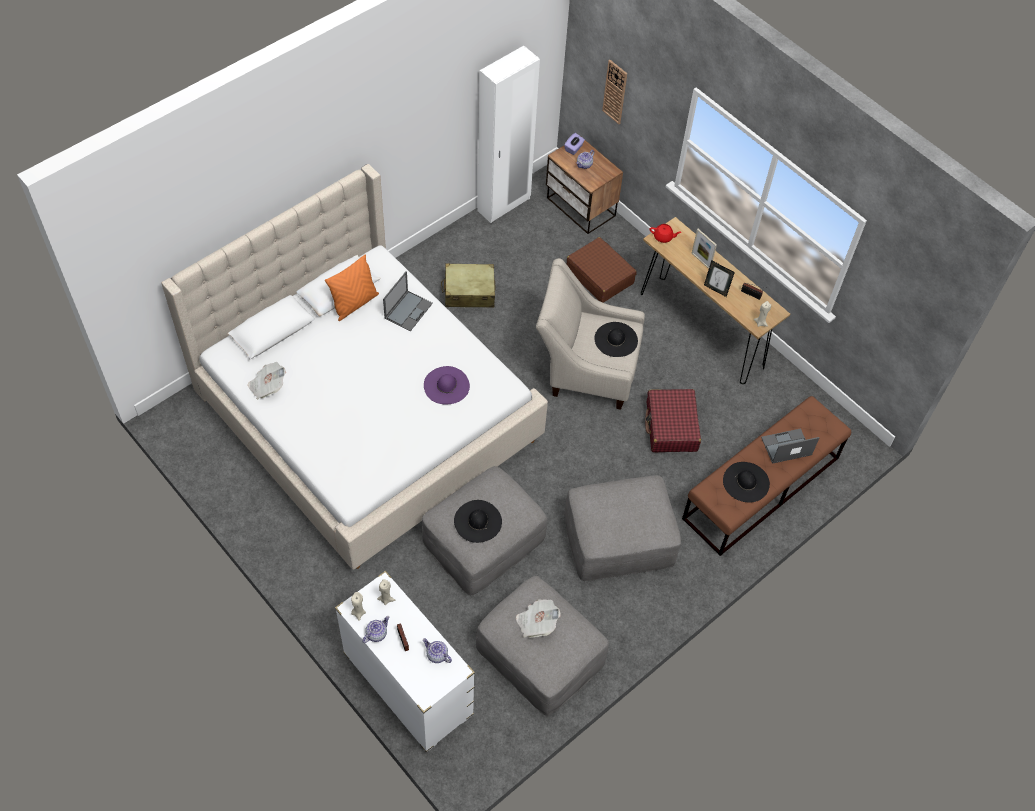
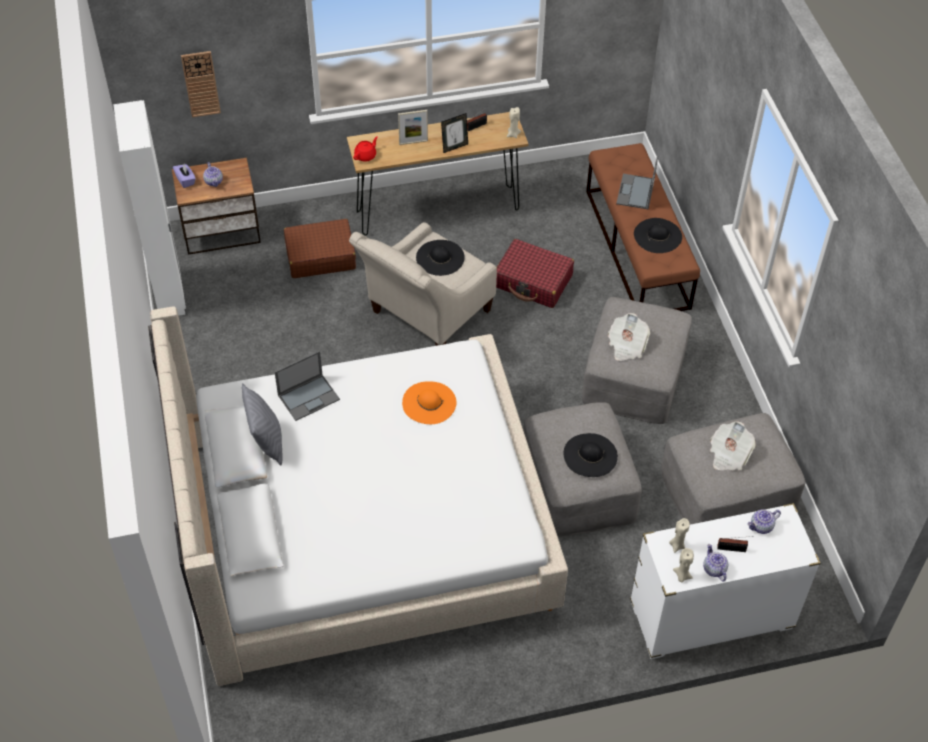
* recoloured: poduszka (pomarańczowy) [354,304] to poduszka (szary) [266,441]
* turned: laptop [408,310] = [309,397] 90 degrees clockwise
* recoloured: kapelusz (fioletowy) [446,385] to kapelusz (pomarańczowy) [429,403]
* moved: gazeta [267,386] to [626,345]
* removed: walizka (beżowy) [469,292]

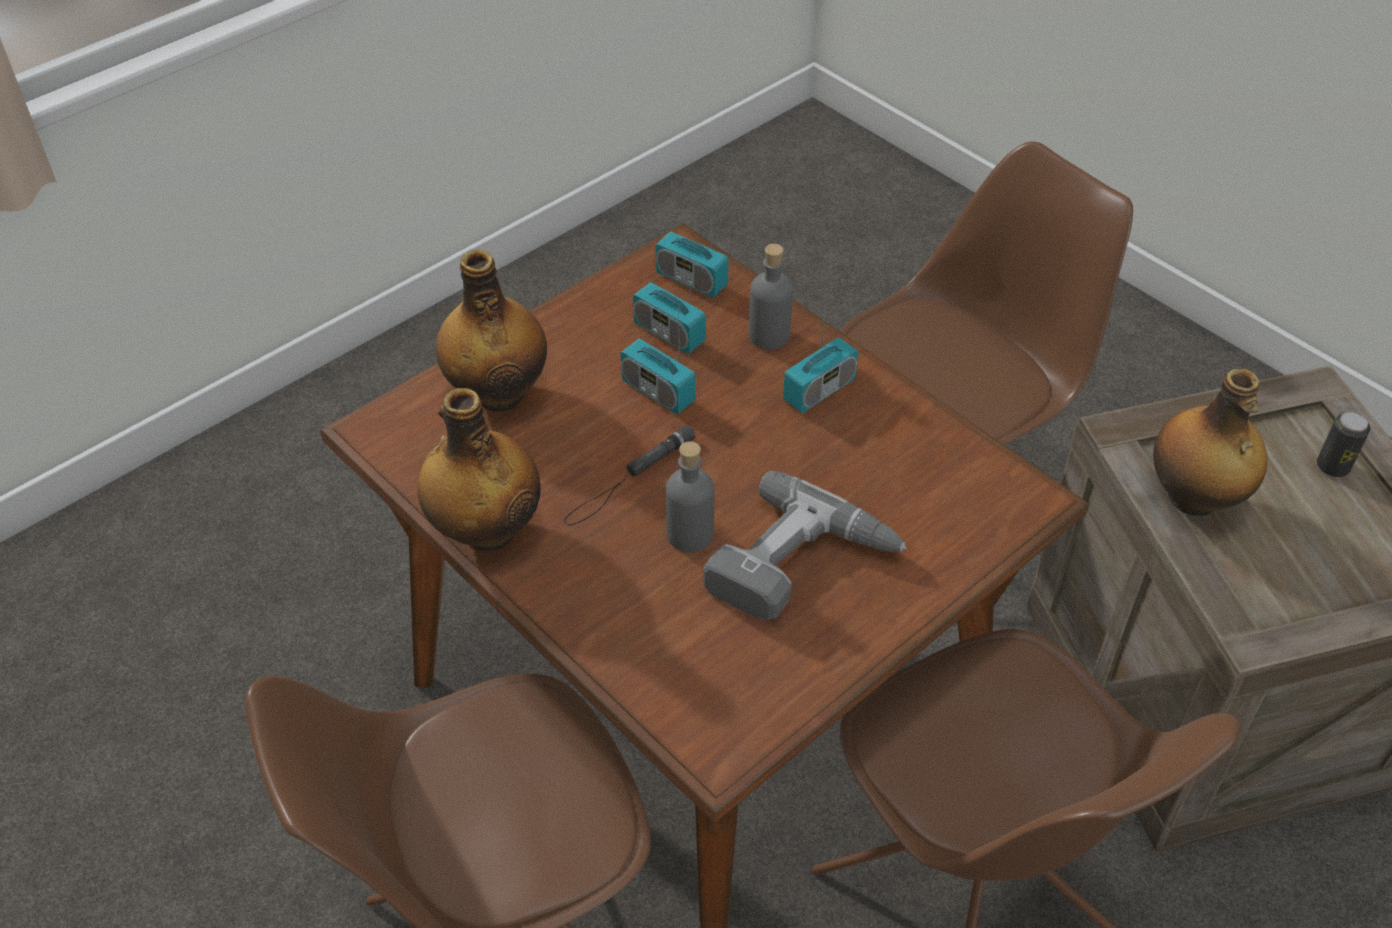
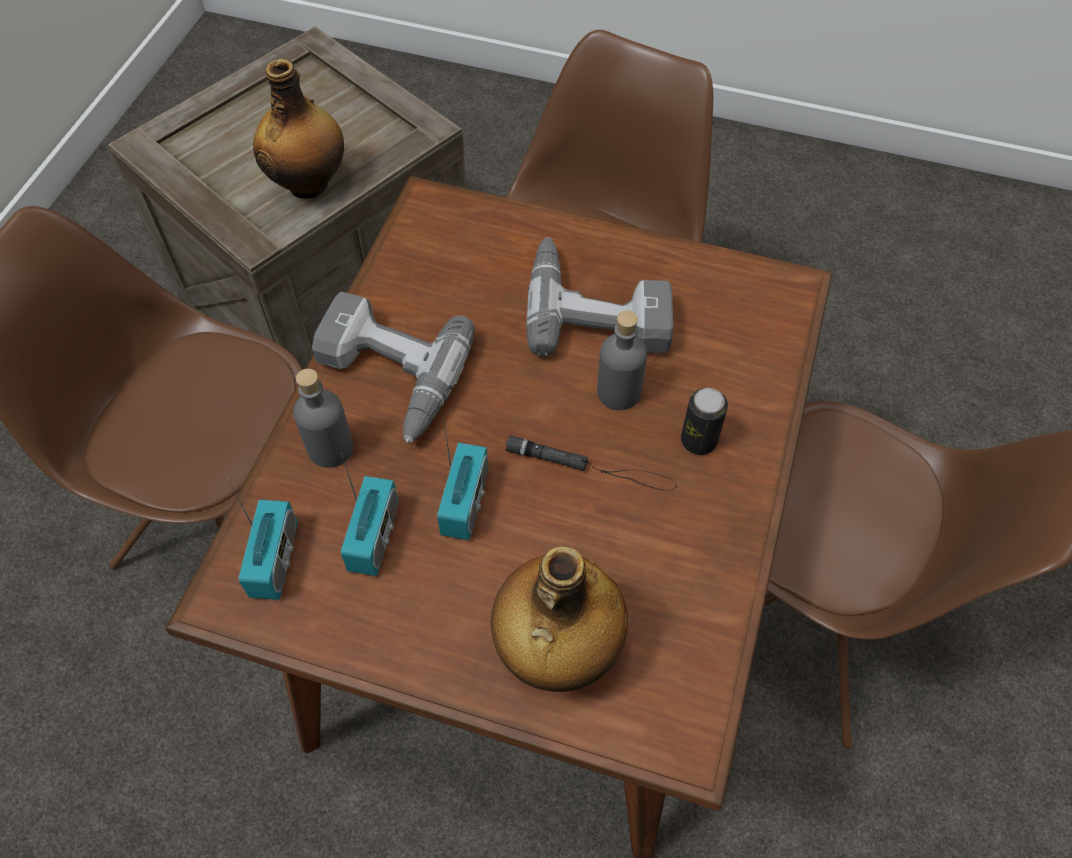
* replaced: radio [819,390] to wiertarka [387,377]
* moved: puszka [1332,466] to [698,440]
* removed: butelka [486,530]

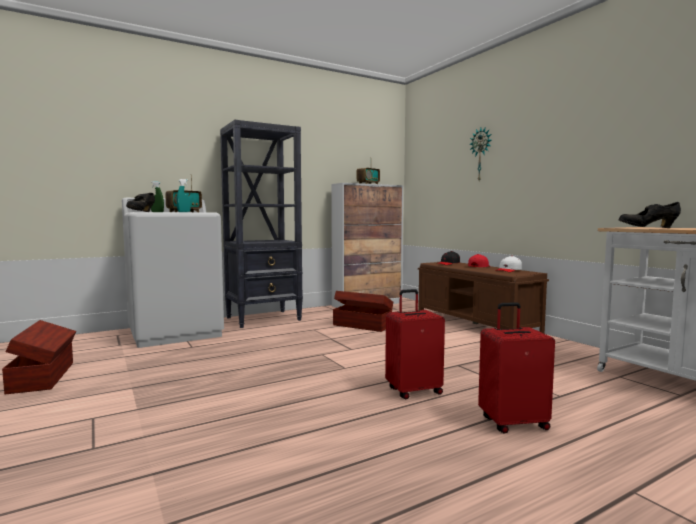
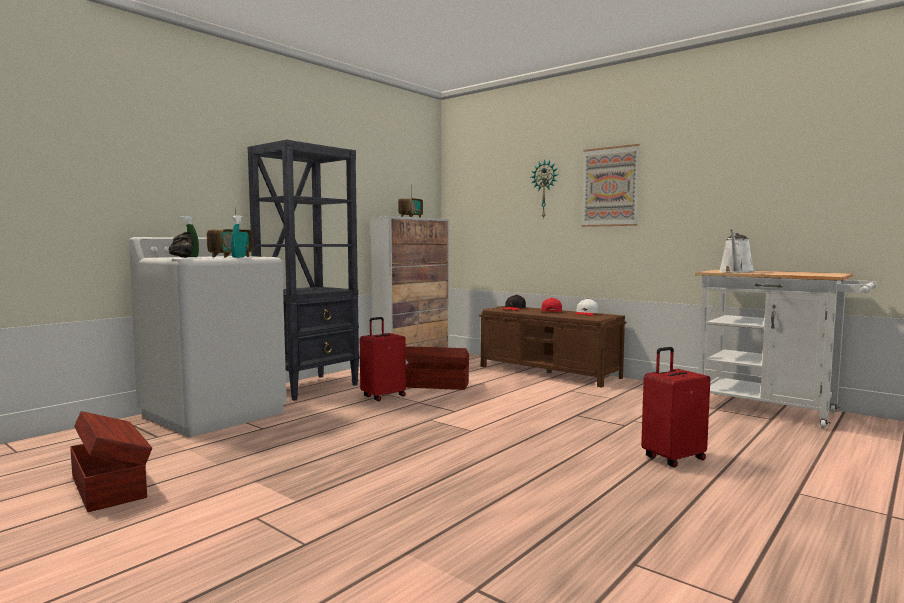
* moved: walizka (czerwony) [413,391] to [383,396]
* added: obraz [610,187]
* replaced: but (czarny) [647,228] to konewka (biały) [736,272]

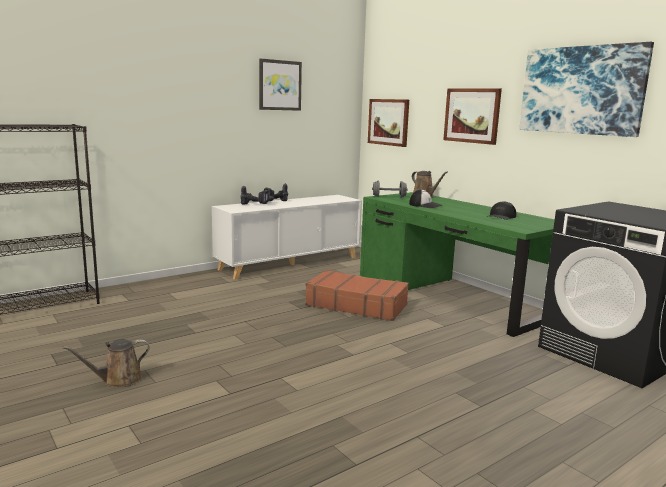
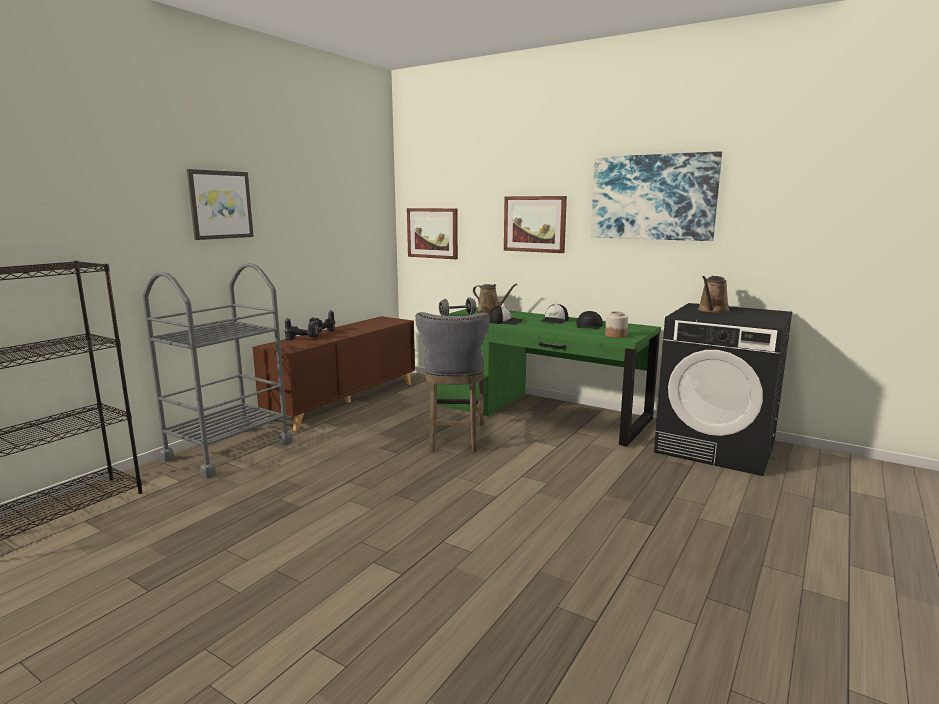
* added: wózek (szary) [228,451]
* moved: obraz [279,85] to [220,205]
* recoloured: szafka (biały) [290,263] to szafka (brązowy) [345,401]
* replaced: walizka (brązowy) [356,305] to stołek (szary) [455,439]
* added: czapka z daszkiem [554,321]
* added: słoik [616,335]
* moved: konewka (brązowy) [118,380] to [712,310]

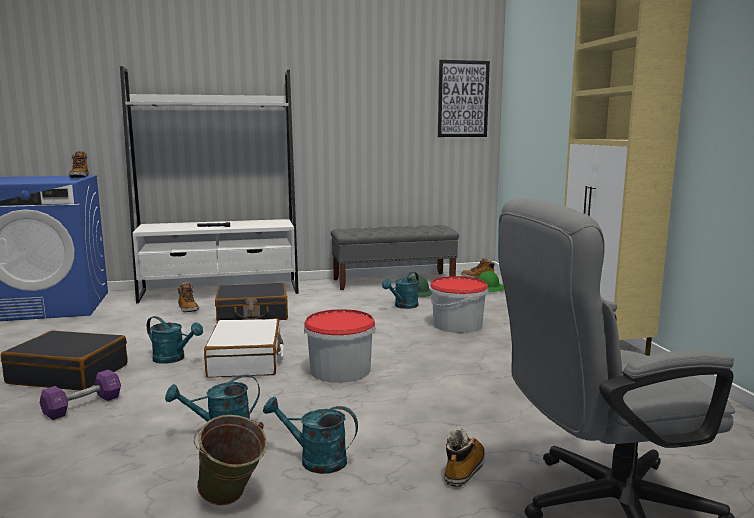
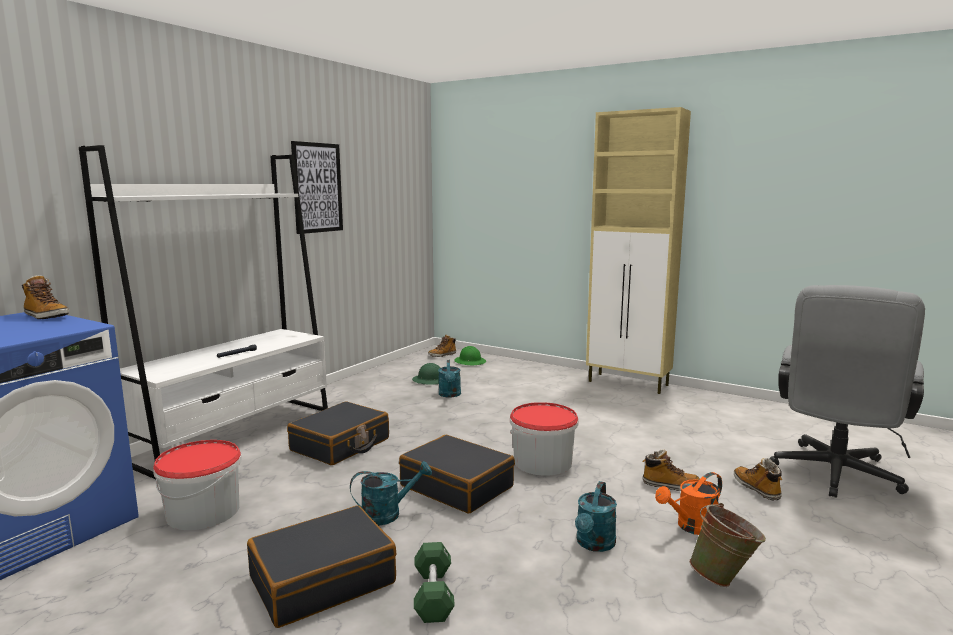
* moved: wiadro [457,324] to [203,511]
* moved: obraz [463,99] to [317,188]
* recoloured: walizka (biały) [246,361] to walizka (czarny) [457,486]
* recoloured: hantel (fioletowy) [83,406] to hantel (zielony) [433,594]
* moved: but z cholewką [188,309] to [670,485]
* recoloured: konewka (turkusowy) [315,460] to konewka (pomarańczowy) [691,527]
* removed: ławka (szary) [394,281]

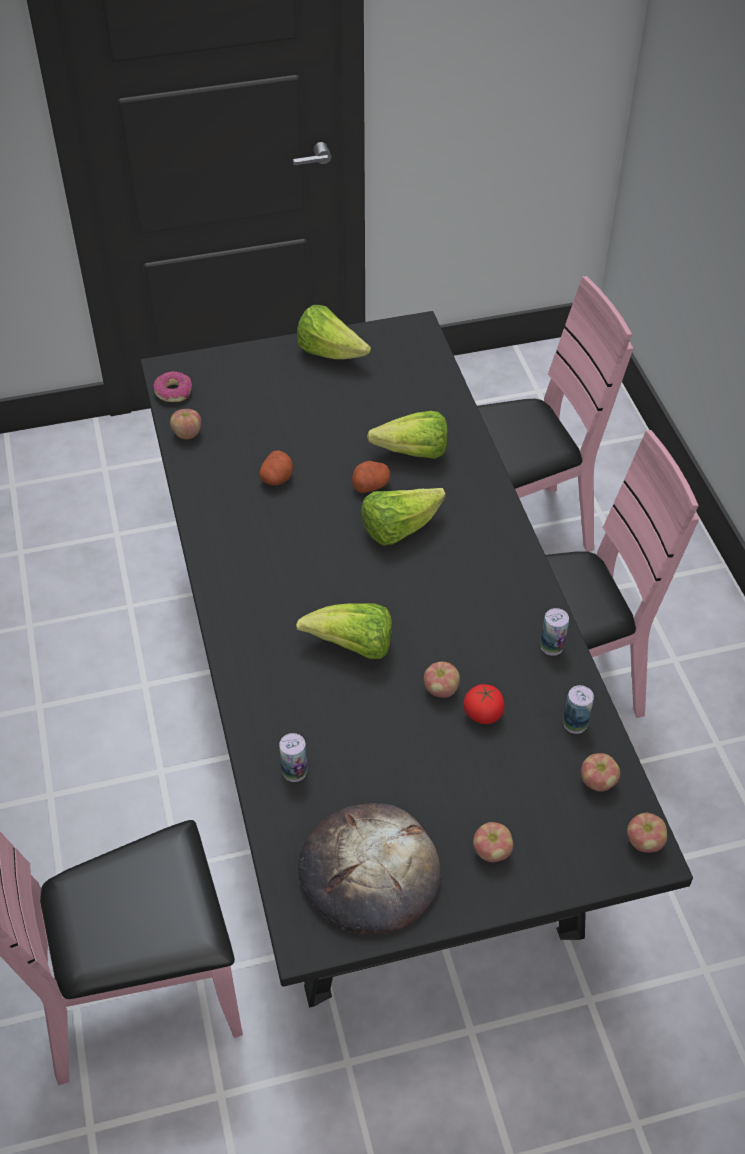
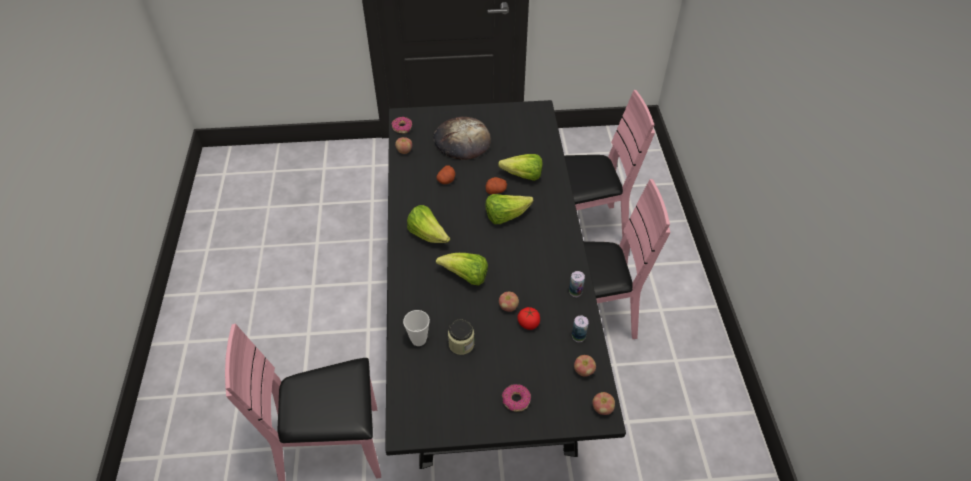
* replaced: puszka [294,771] to filiżanka [418,339]
* moved: sałata [330,353] to [428,235]
* moved: chleb [369,872] to [462,141]
* added: słoik [461,344]
* replaced: jabłko [492,852] to donut [516,400]

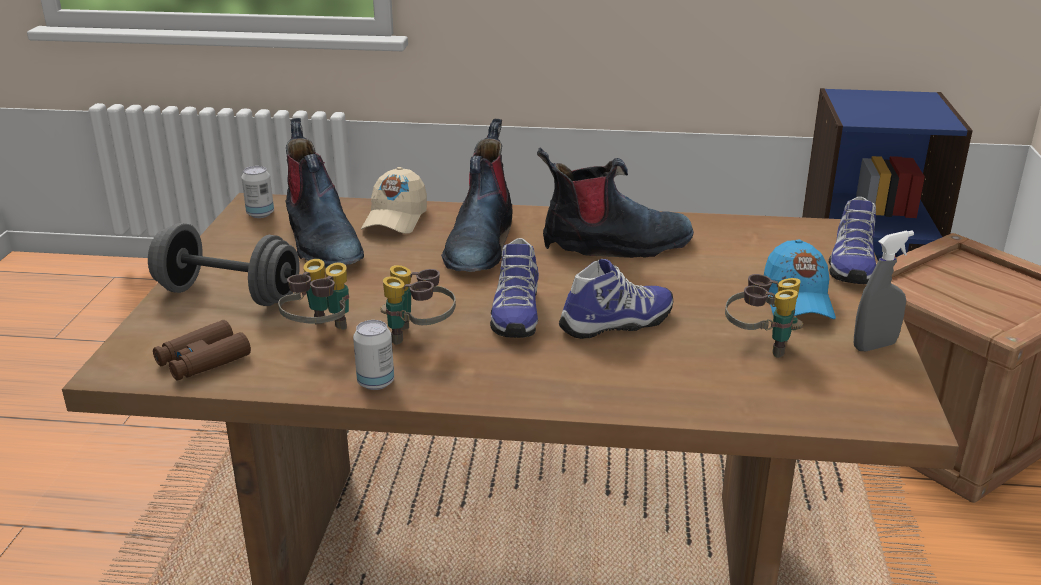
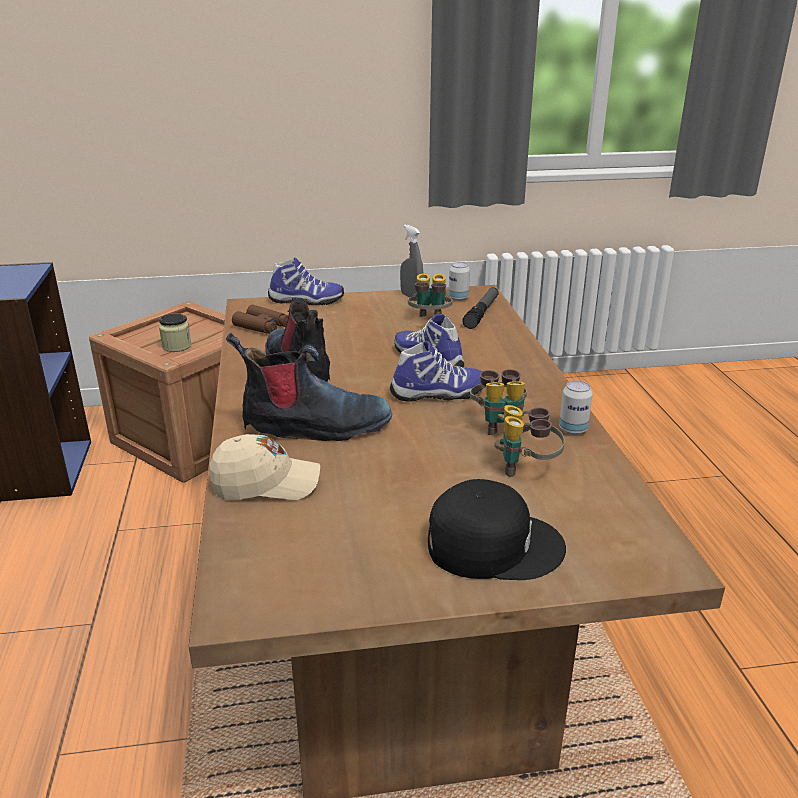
* added: słoik [176,346]
* moved: lornetka (brązowy) [203,360] to [262,326]
* replaced: hantel (szary) [228,295] to czapka z daszkiem (czarny) [493,544]
* moved: puszka [260,214] to [458,298]
* added: latarka [481,313]
* removed: but z cholewką [321,241]
* removed: czapka z daszkiem (niebieski) [797,300]

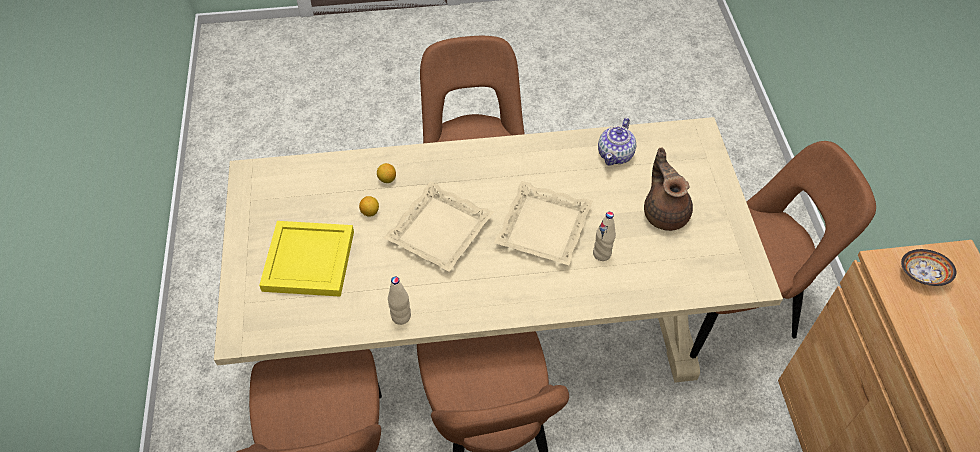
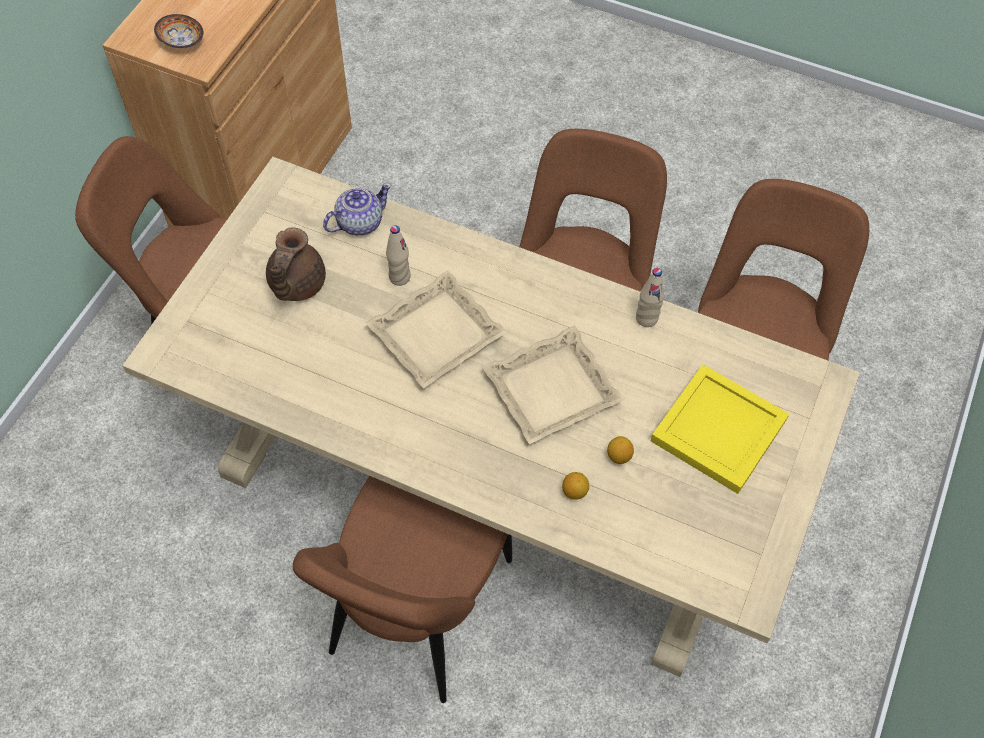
* moved: imbryk [615,154] to [359,223]

